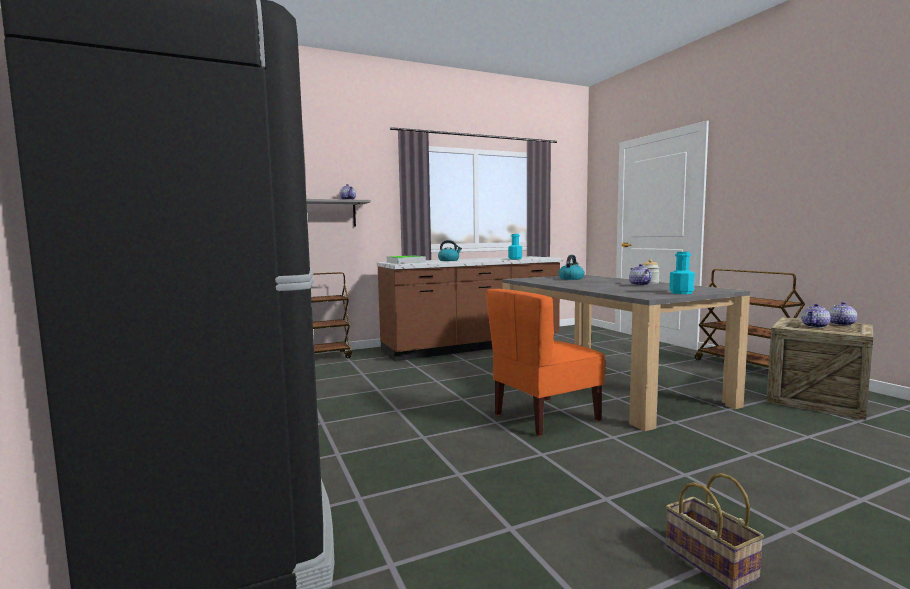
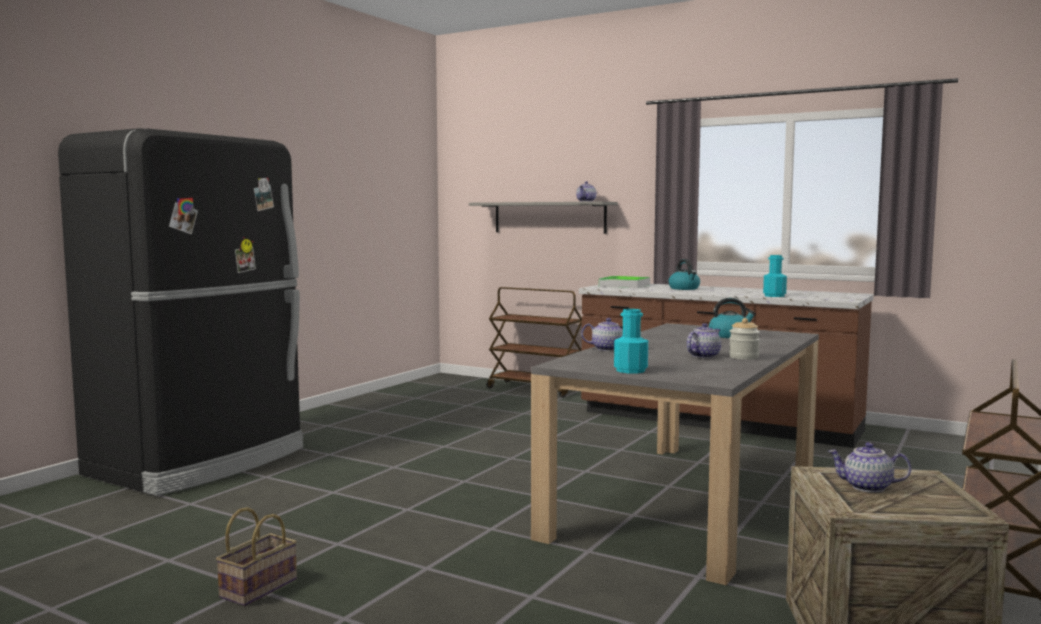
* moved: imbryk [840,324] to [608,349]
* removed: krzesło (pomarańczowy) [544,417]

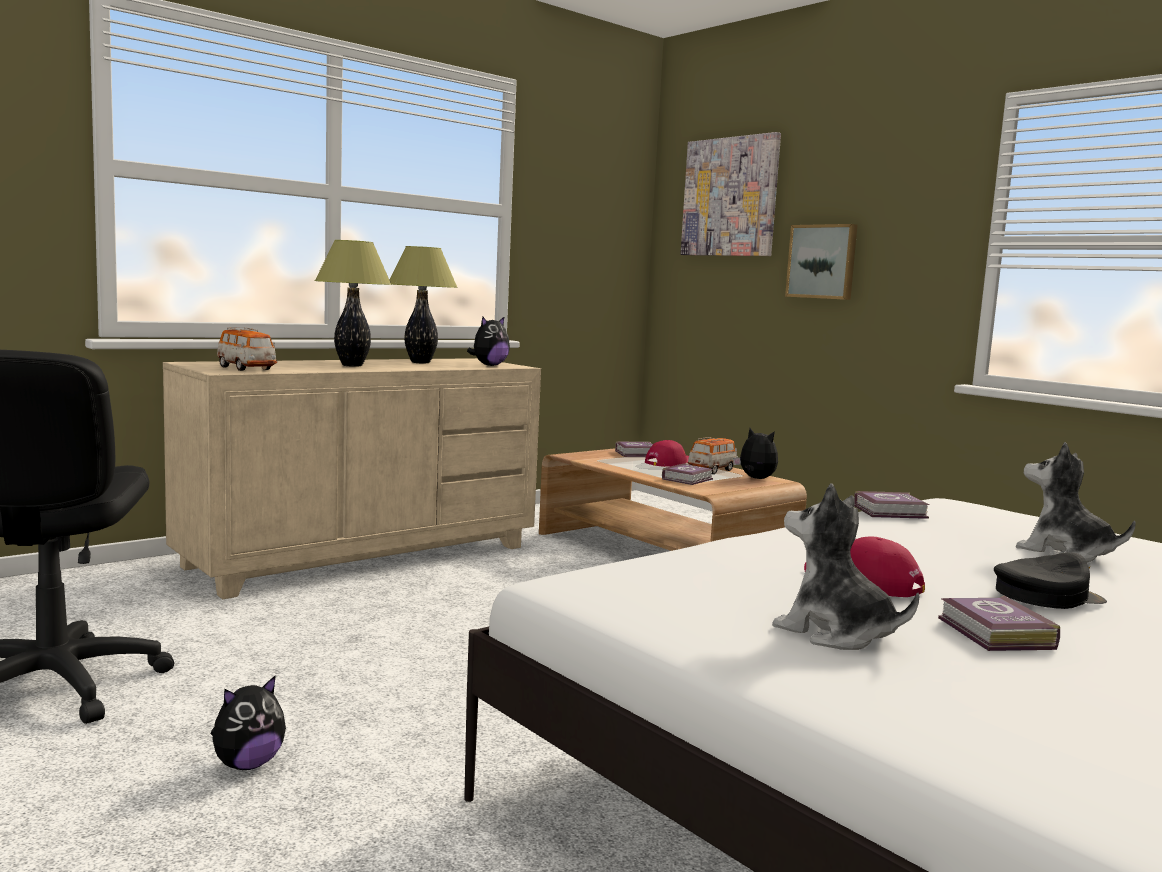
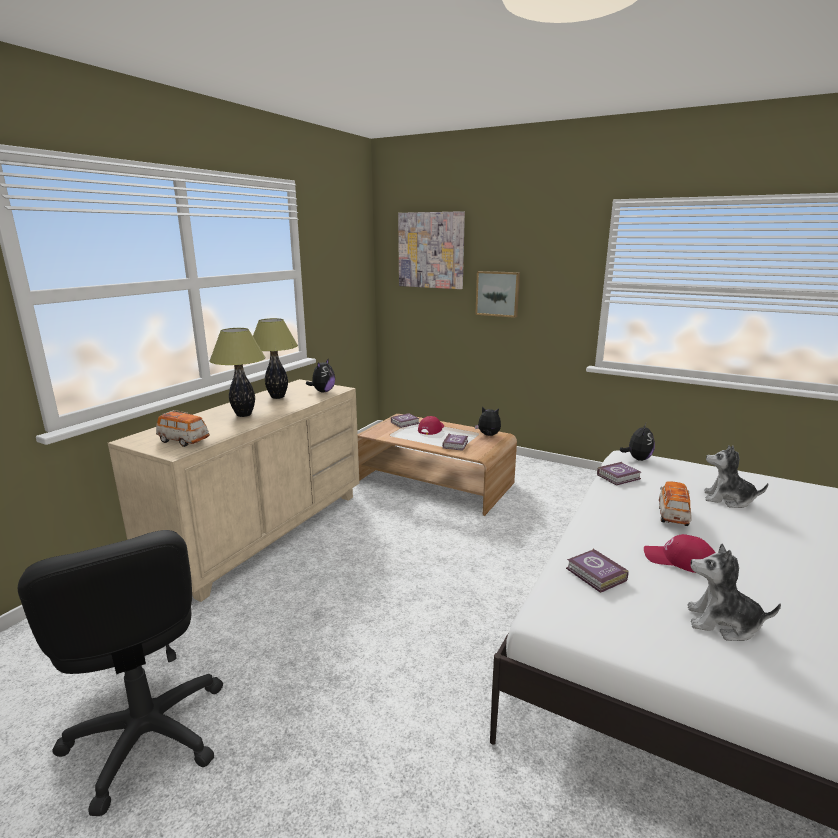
* moved: książka [995,634] to [596,575]
* moved: pluszak [247,764] to [637,459]
* moved: samochodzik [712,470] to [672,516]
* removed: czapka z daszkiem (czarny) [1046,596]

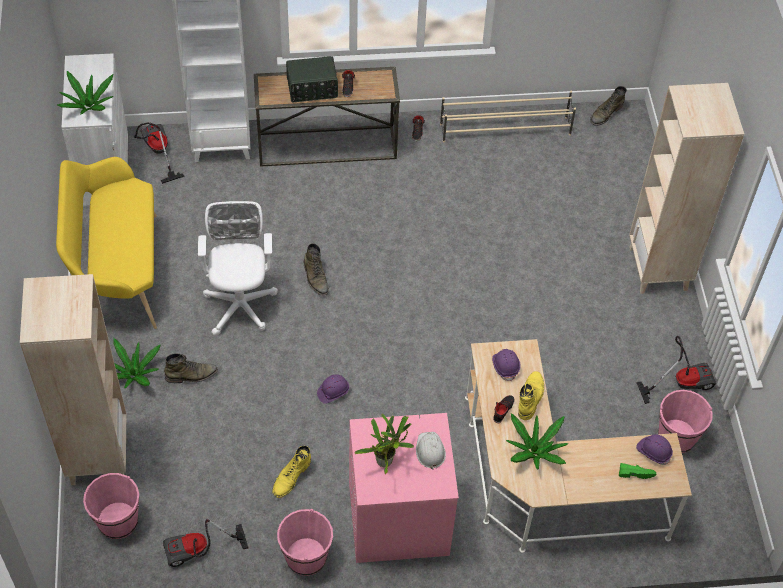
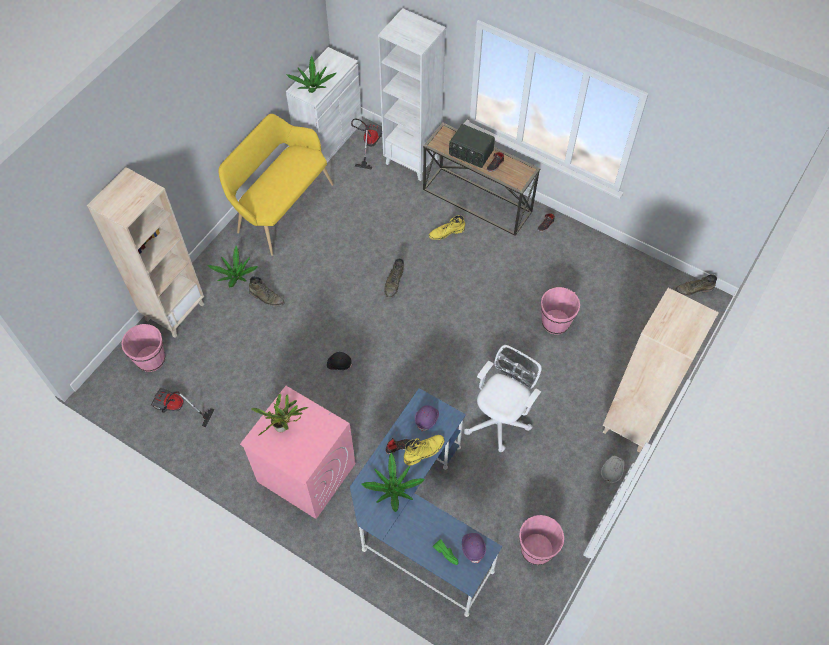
* recoloured: kask (fioletowy) [333,392] to kask (czarny) [339,364]
* recoloured: biurko (beżowy) [548,485] to biurko (niebieski) [419,519]
* moved: but z cholewką (żółty) [291,477] to [446,232]
* moved: krzesło biurowe (biały) [240,302] to [500,420]
* moved: wiadro (różowy) [306,557] to [555,322]
* moved: kask (biały) [430,451] to [612,470]
* removed: regał na buty (beżowy) [506,129]
* removed: odkurzacz [681,382]

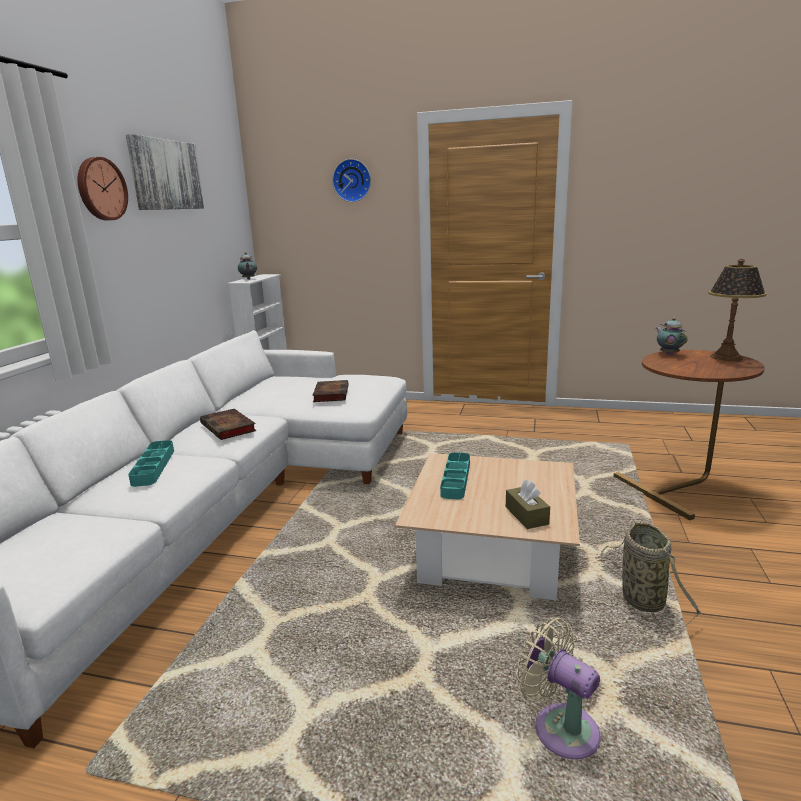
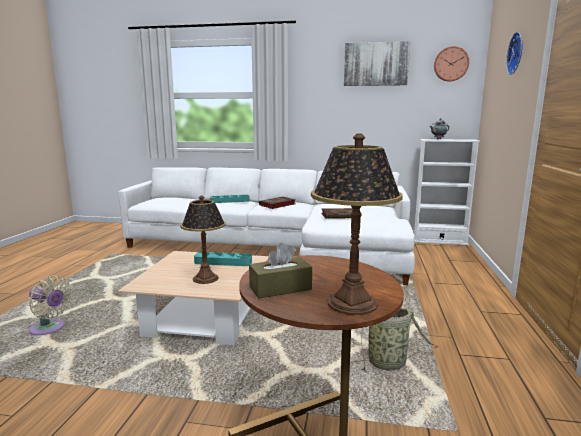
* turned: wentylator (beżowy) [560,727] = [50,329] 75 degrees clockwise
* added: lampa stołowa [206,278]
* moved: pudełko chusteczek (brązowy) [526,515] to [280,288]
* moved: koszyk [640,597] to [389,363]
* moved: zegar ścienny [100,189] to [450,64]
* removed: imbryk [668,354]

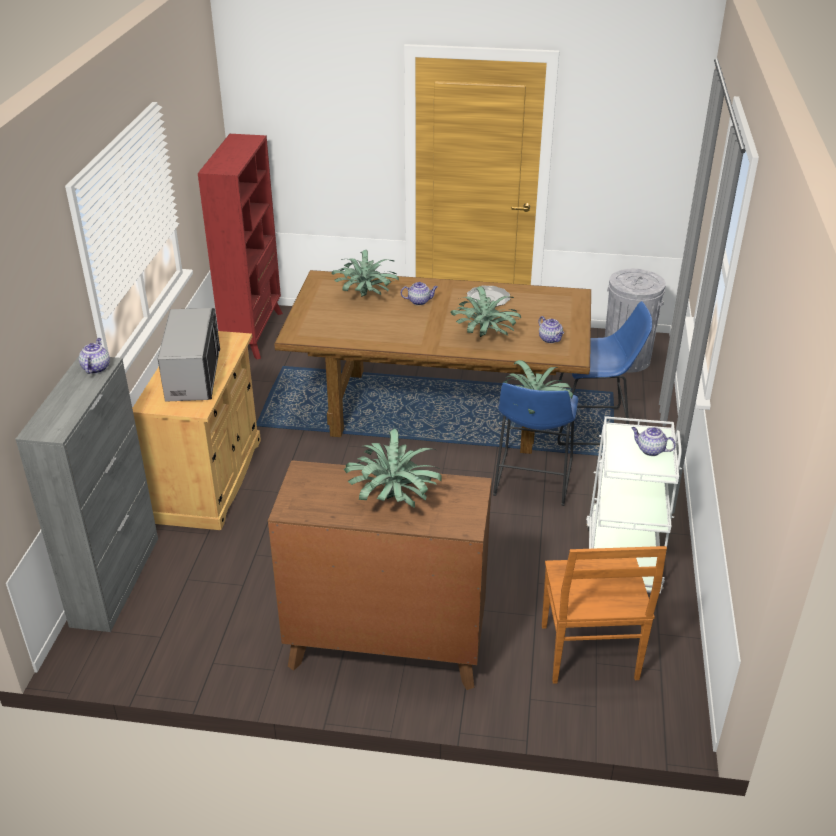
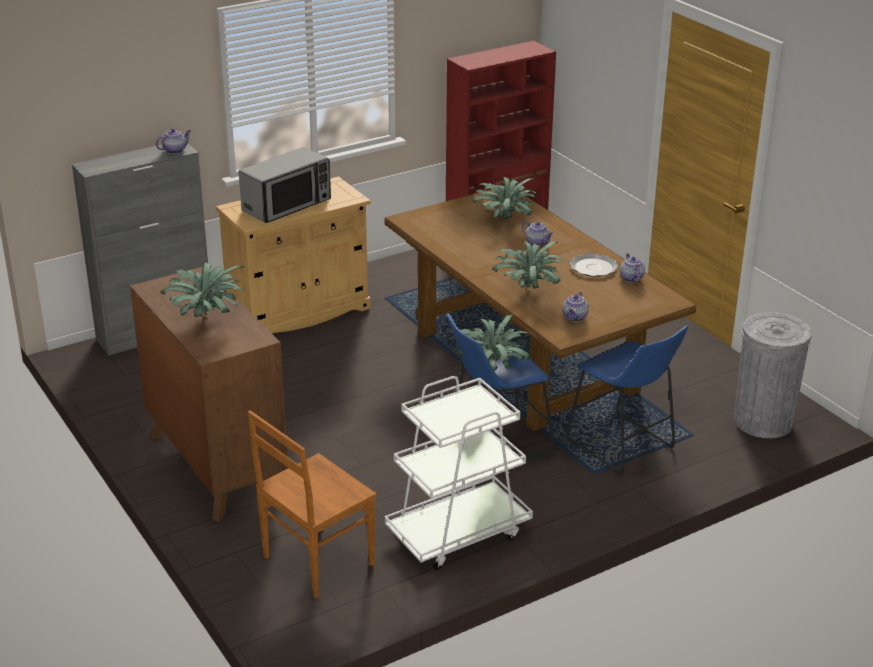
* moved: imbryk [650,450] to [631,278]

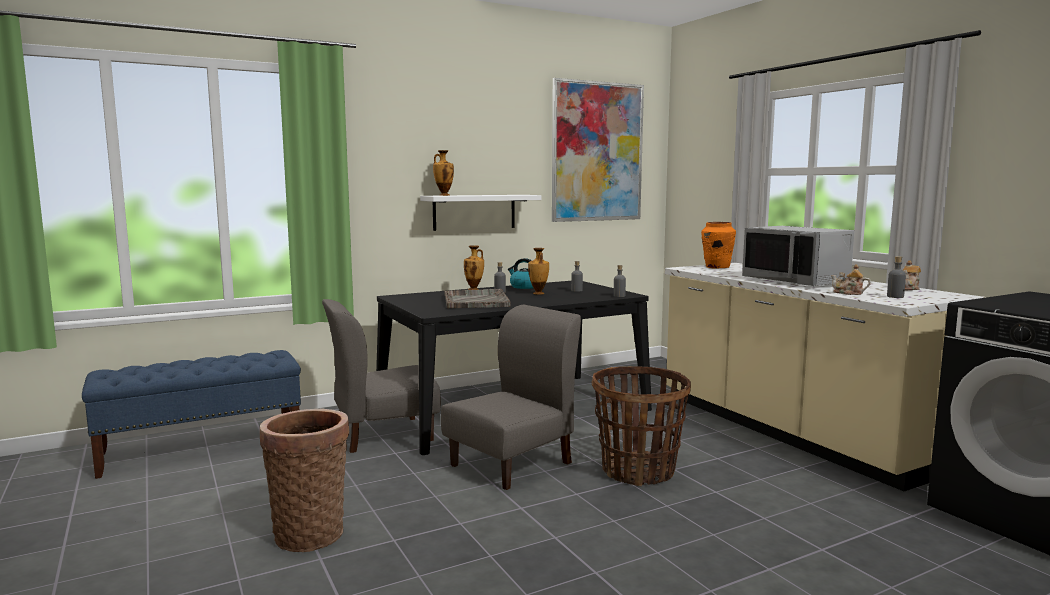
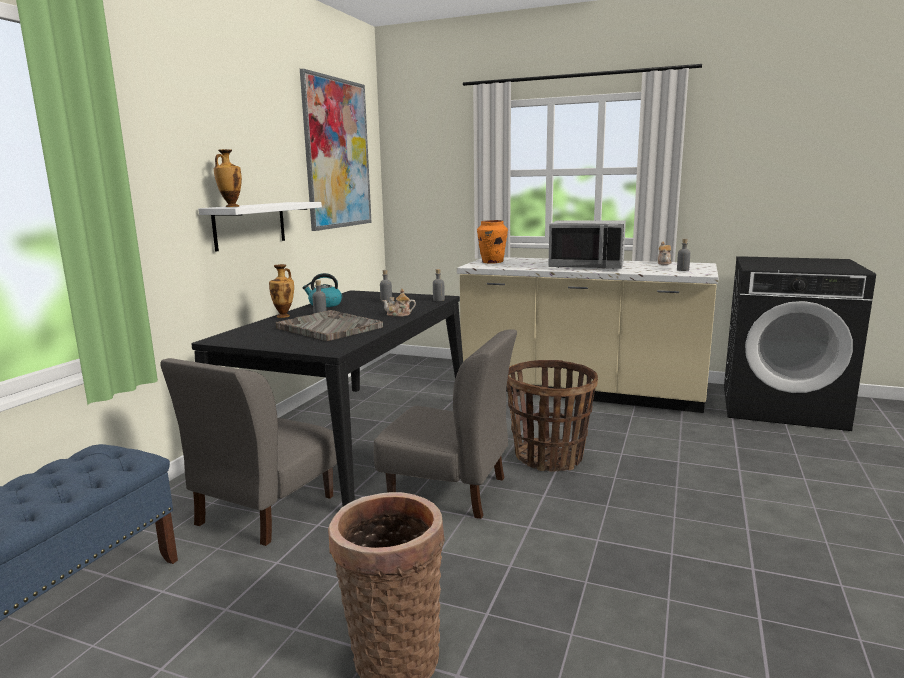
* turned: krzesło (szary) [512,464] = [449,490] 105 degrees clockwise
* moved: imbryk [848,293] to [399,314]
* removed: wazon [538,293]

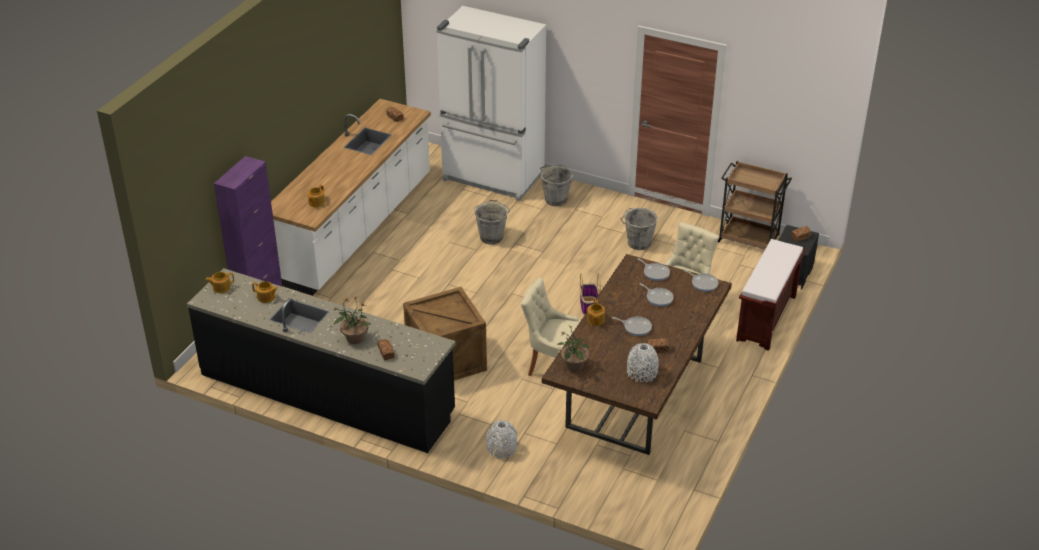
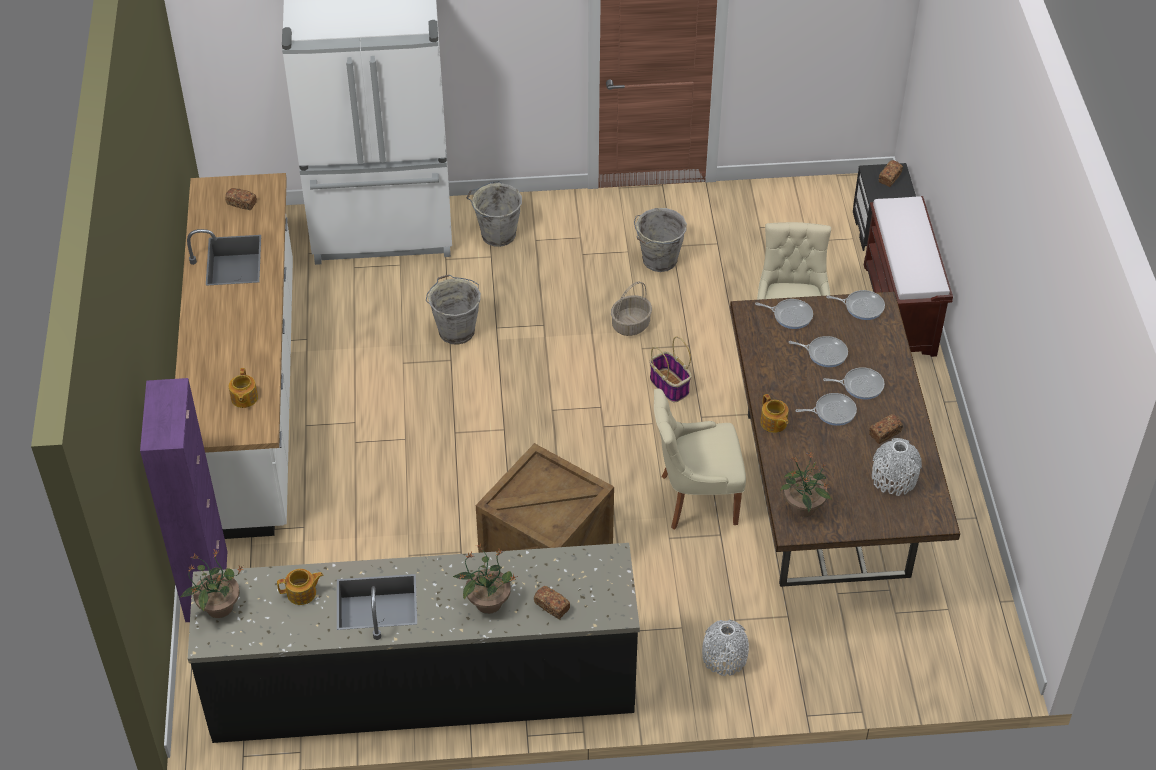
* replaced: imbryk [221,287] to roślina doniczkowa [218,607]
* added: koszyk [631,324]
* added: patelnia [860,385]
* removed: wózek (brązowy) [749,240]

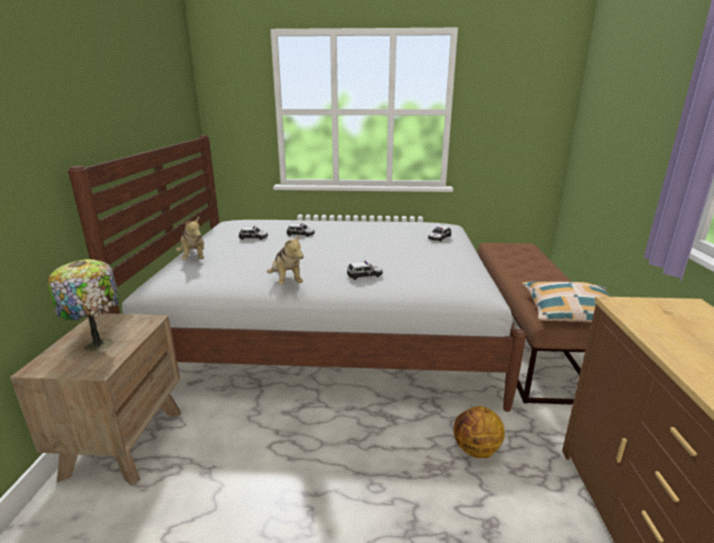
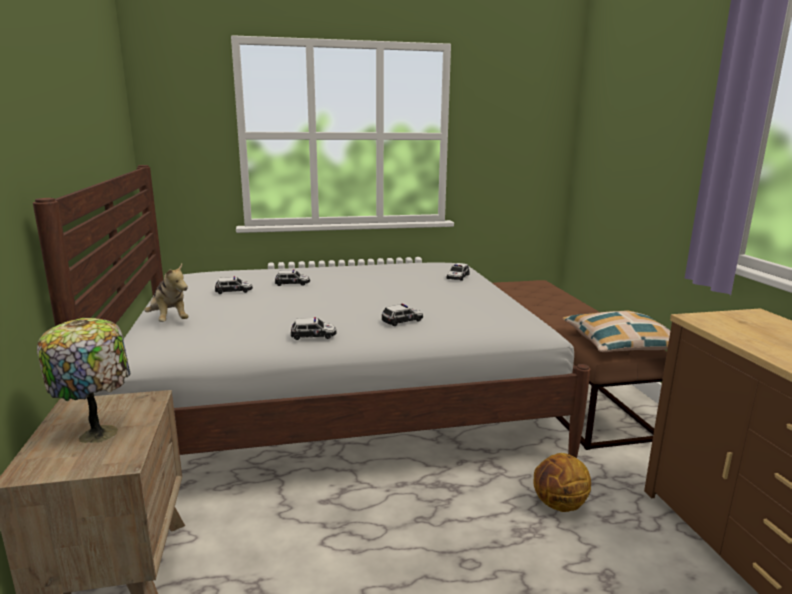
* replaced: pluszak [286,281] to samochodzik [313,335]

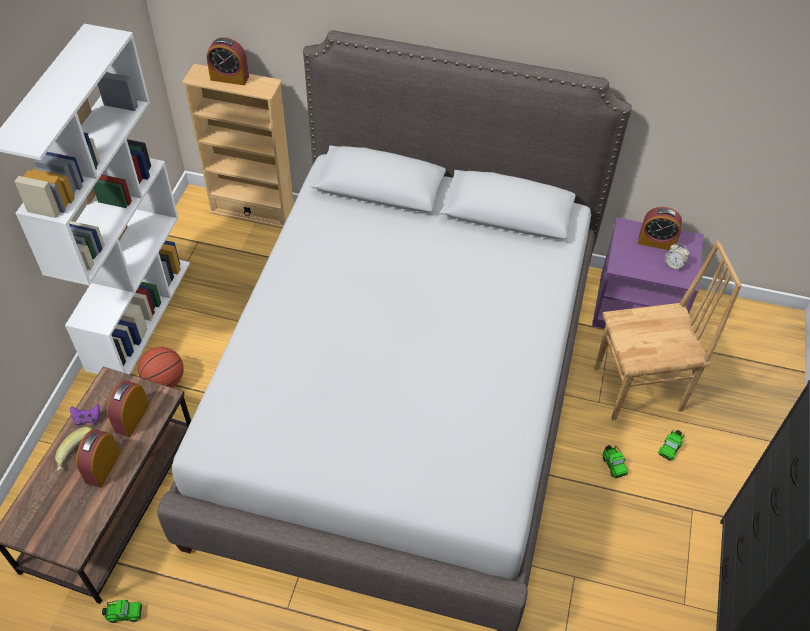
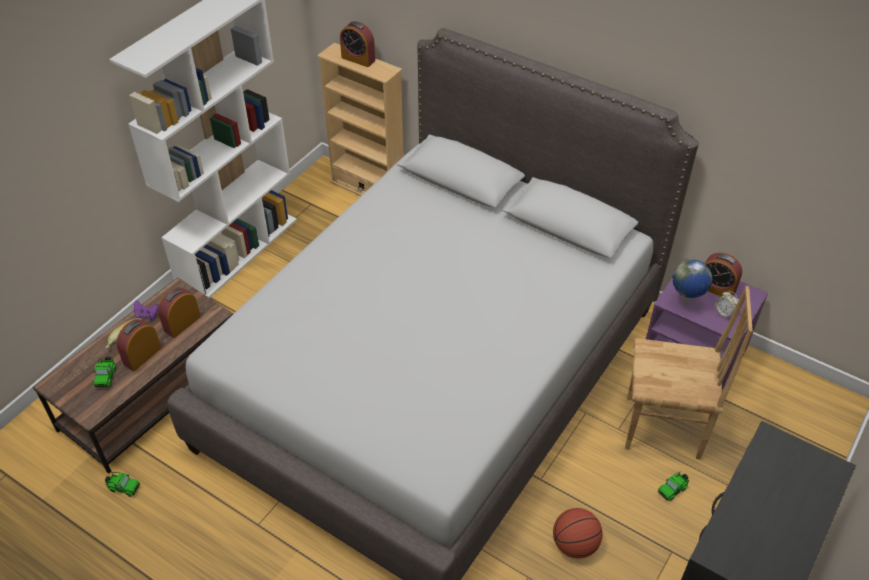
* moved: samochodzik [613,464] to [106,376]
* moved: piłka do koszykówki [164,381] to [574,545]
* added: globus [685,304]

